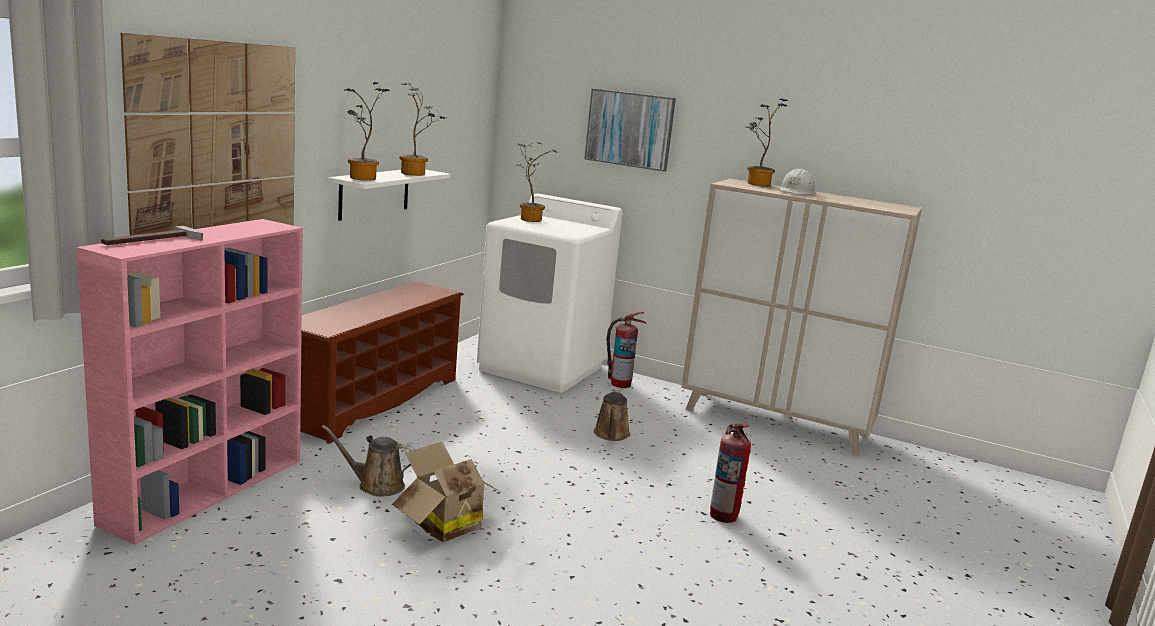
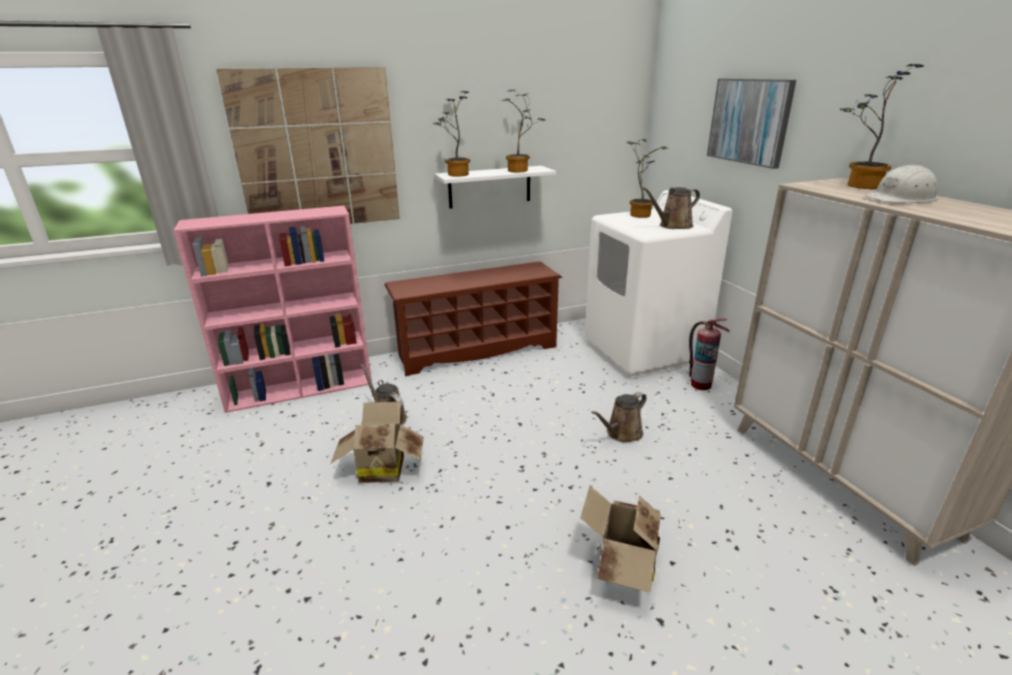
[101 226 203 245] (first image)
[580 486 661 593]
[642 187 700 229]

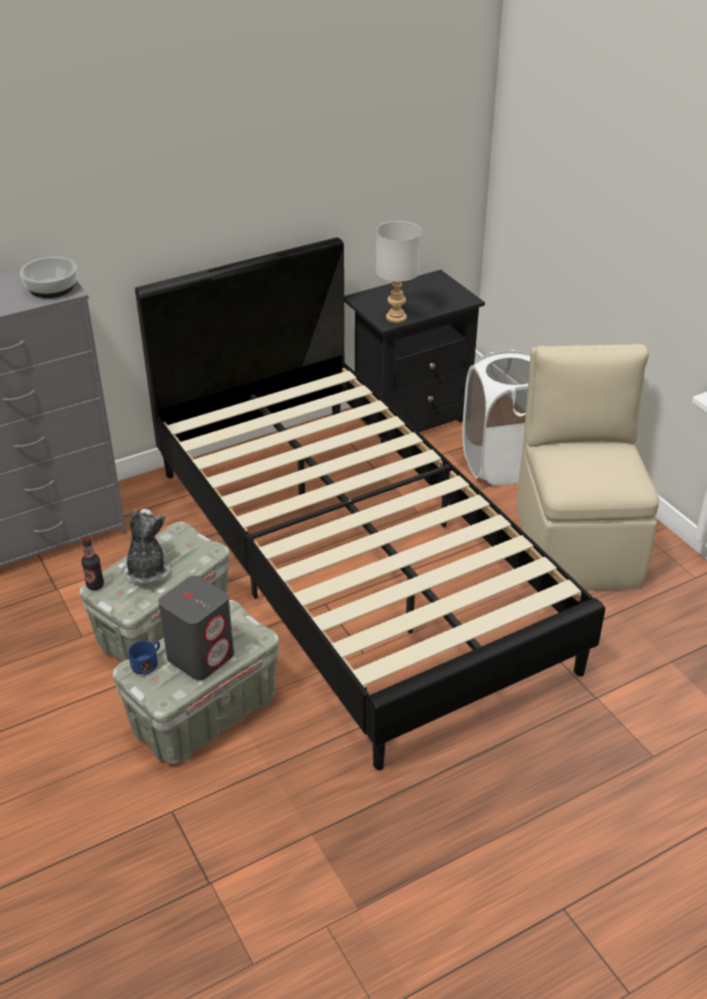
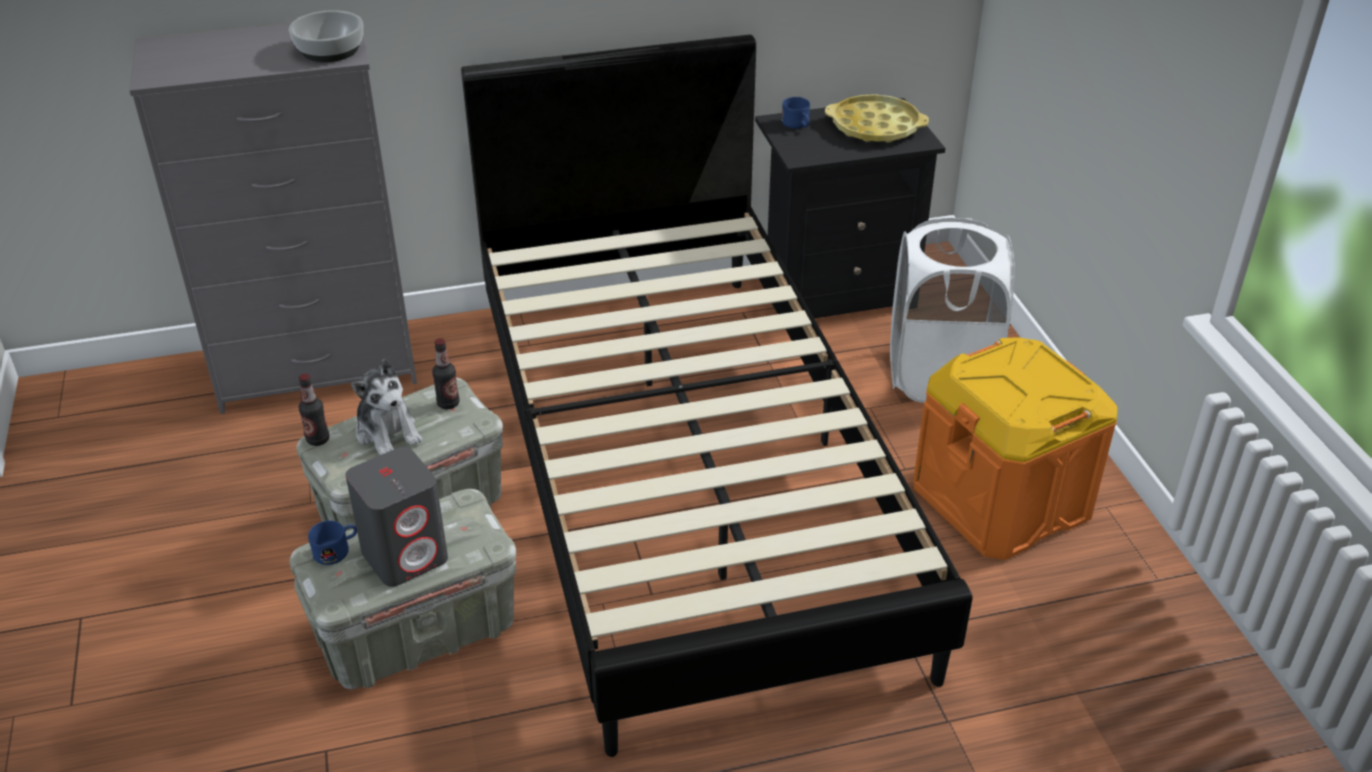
[351 359 422 455]
[376 221 421 323] (first image)
[913 337 1118 560]
[432 338 460 409]
[782 97 810 129]
[825 94 929 143]

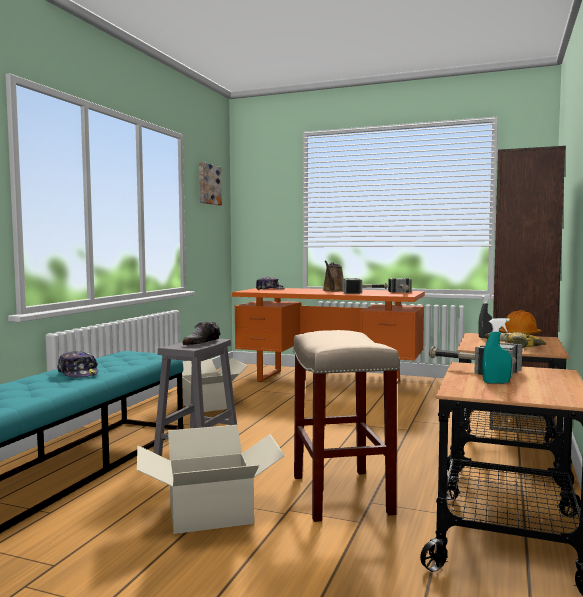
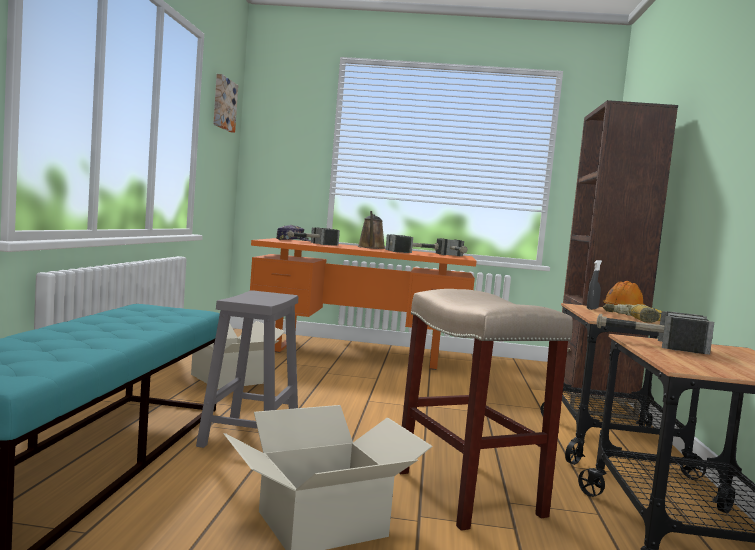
[57 351 98 377] (first image)
[183 322 220 345] (first image)
[482 318 512 384] (first image)
[287 227 340 246]

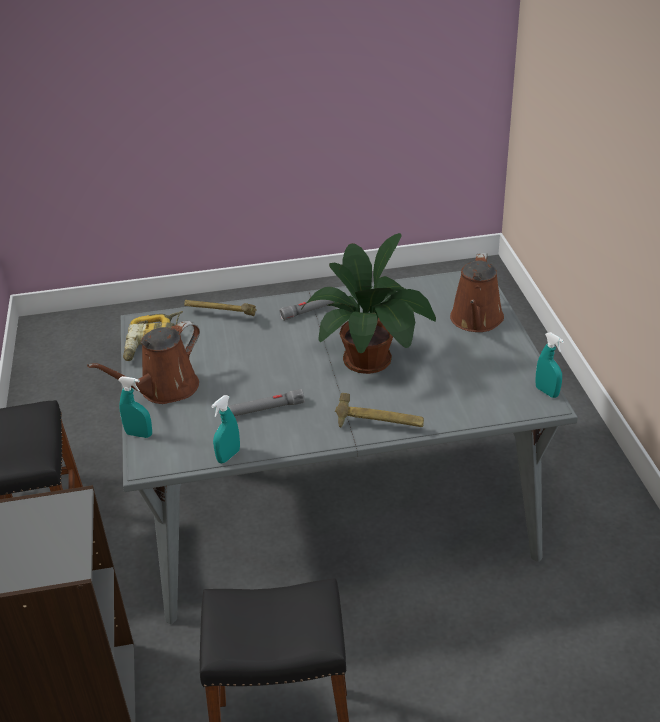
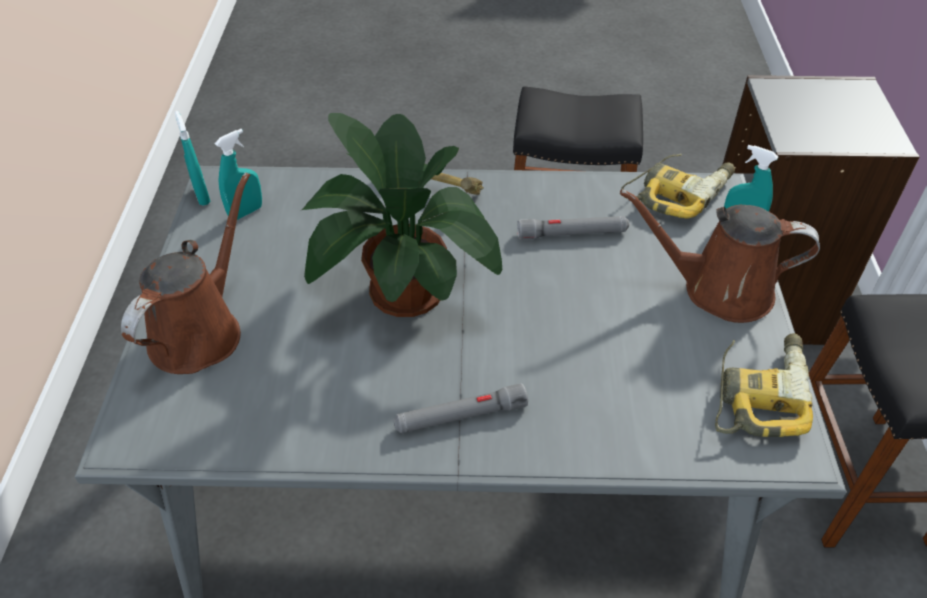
[620 189 820 323]
[184 300 257 316] (first image)
[215 129 262 220]
[621 154 735 219]

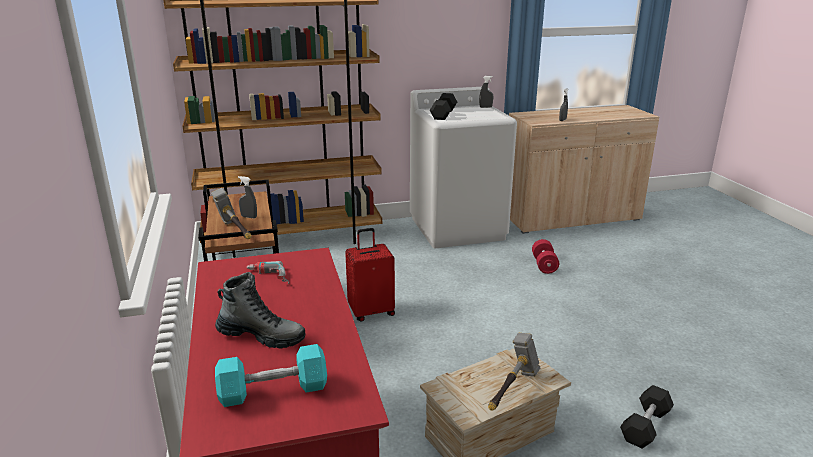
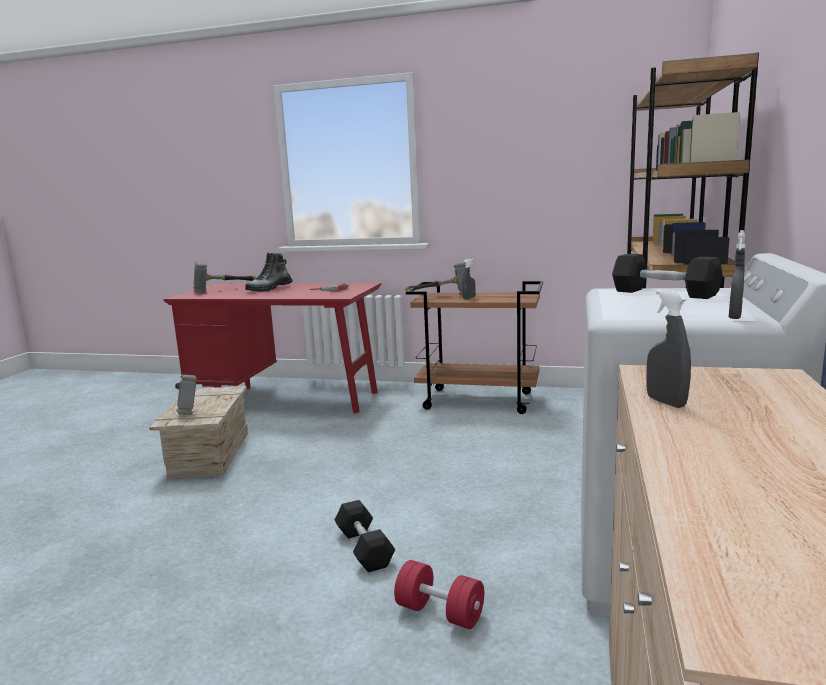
[194 261 256 292]
[345 228 395 322] (first image)
[335 500 395 572]

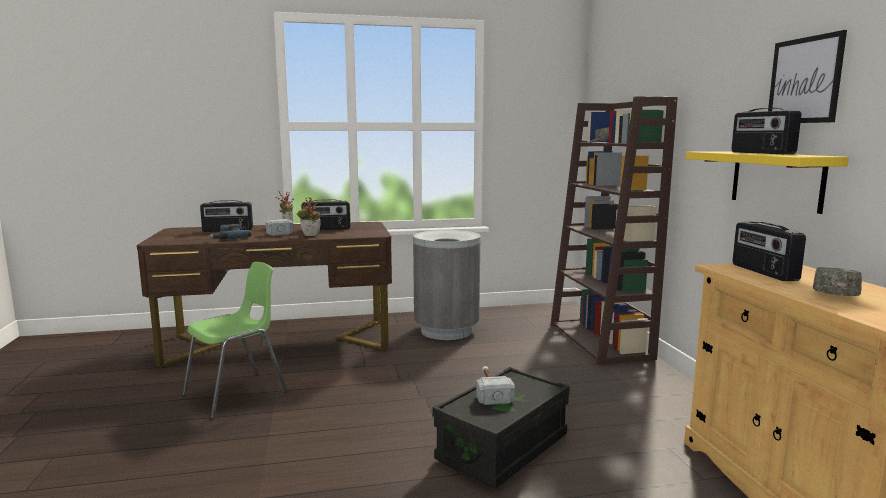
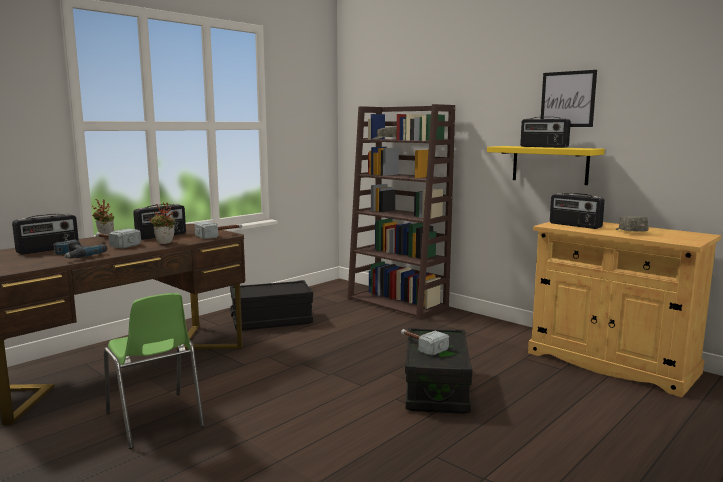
[104 293 205 449]
[230 280 313 331]
[195 221 242 239]

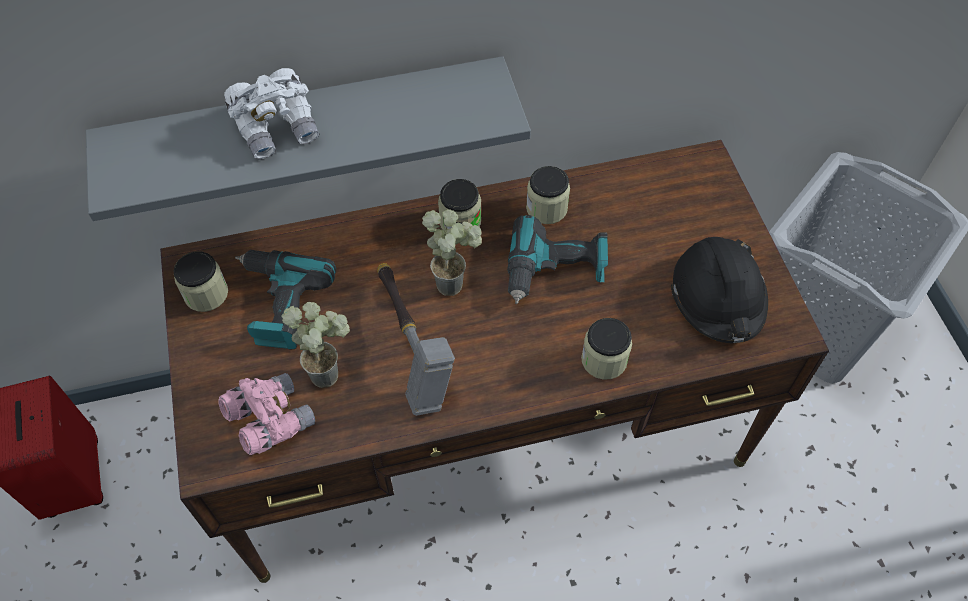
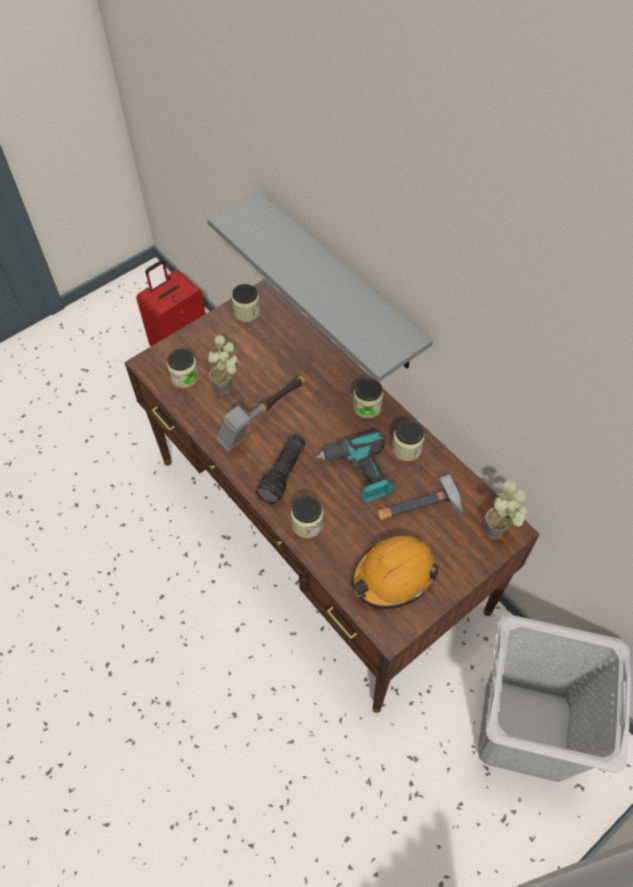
[167 348 199 388]
[224 68 319 159] (first image)
[235 250 336 349] (first image)
[485 480 527 539]
[351 536 438 609]
[255 435 305 505]
[377 475 462 520]

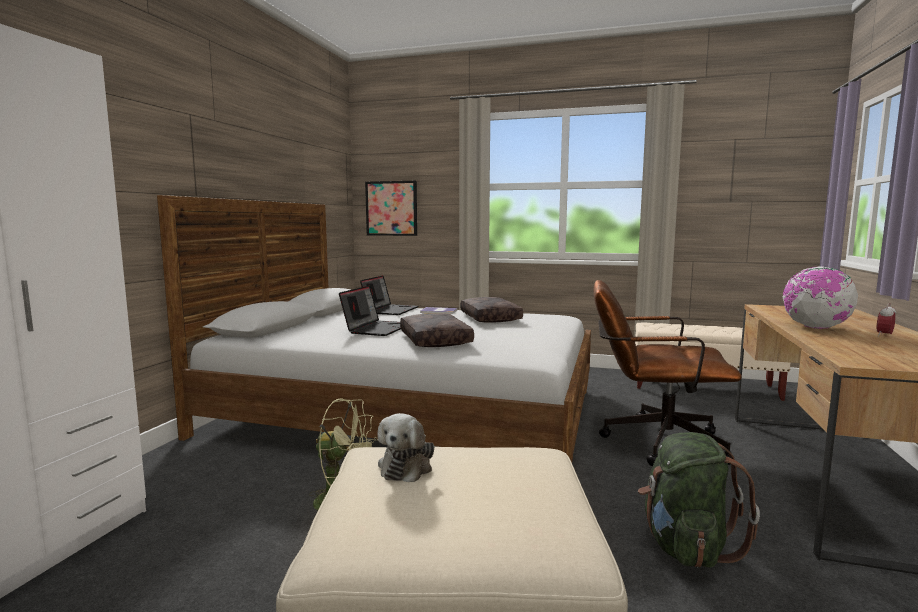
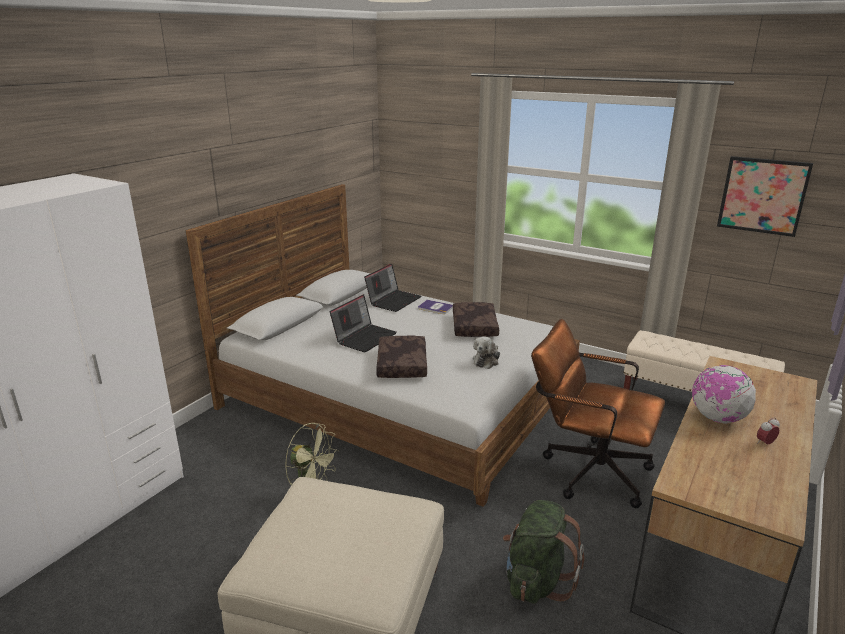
[717 156 813 237]
[473 336 500 369]

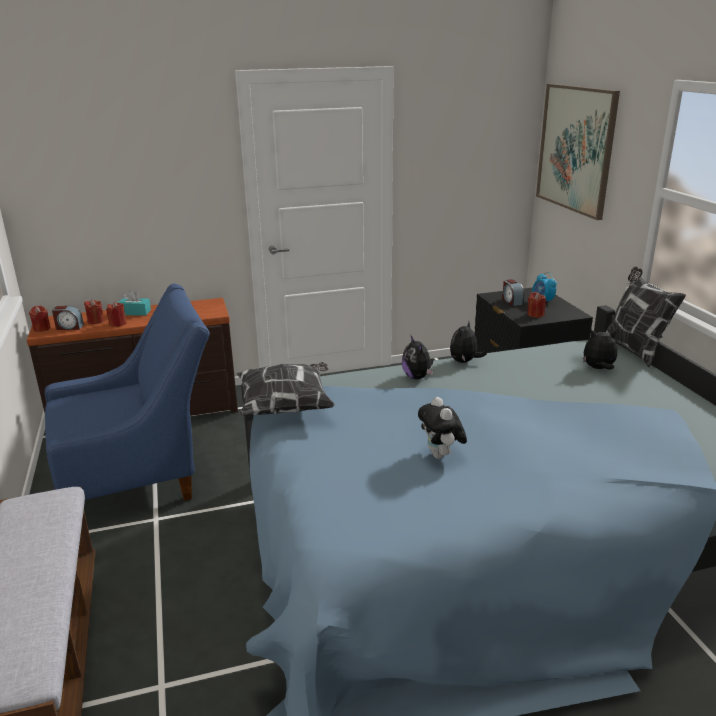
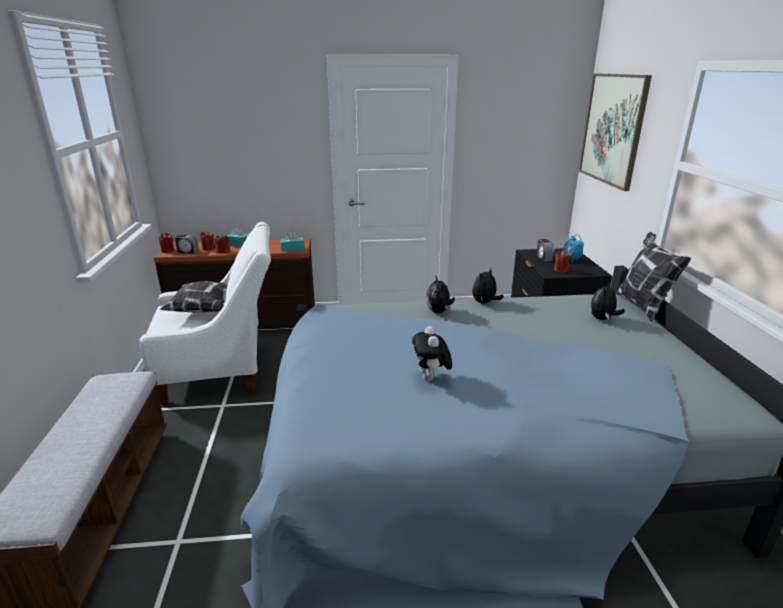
[139 222 271 405]
[160 281 227 312]
[590 281 625 320]
[281 231 305 252]

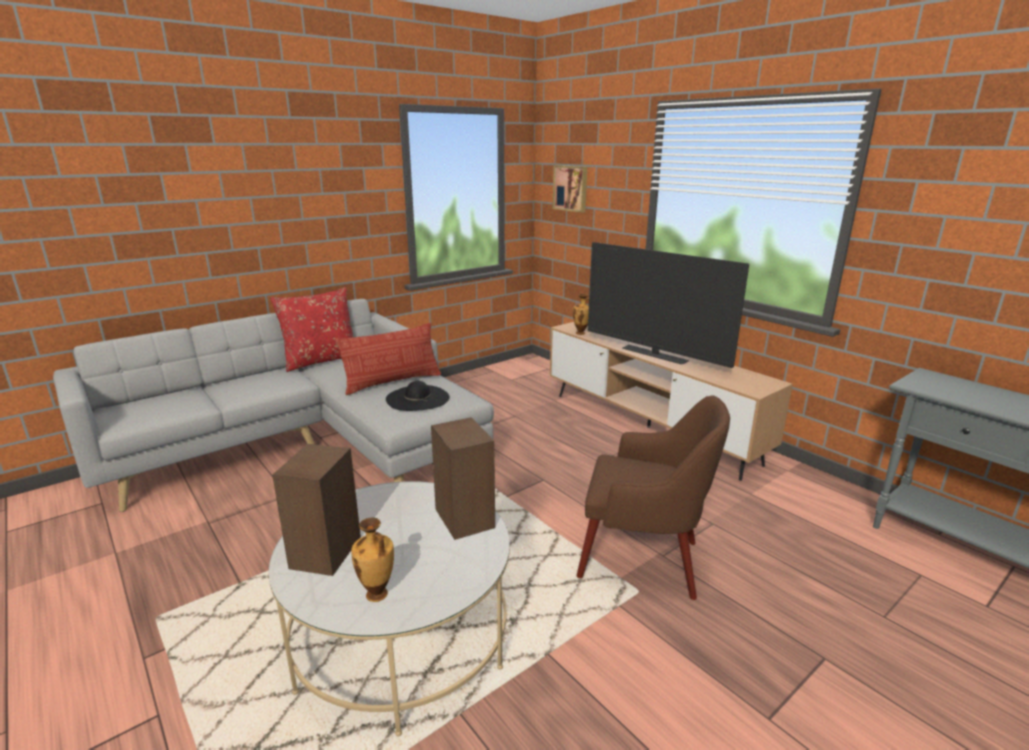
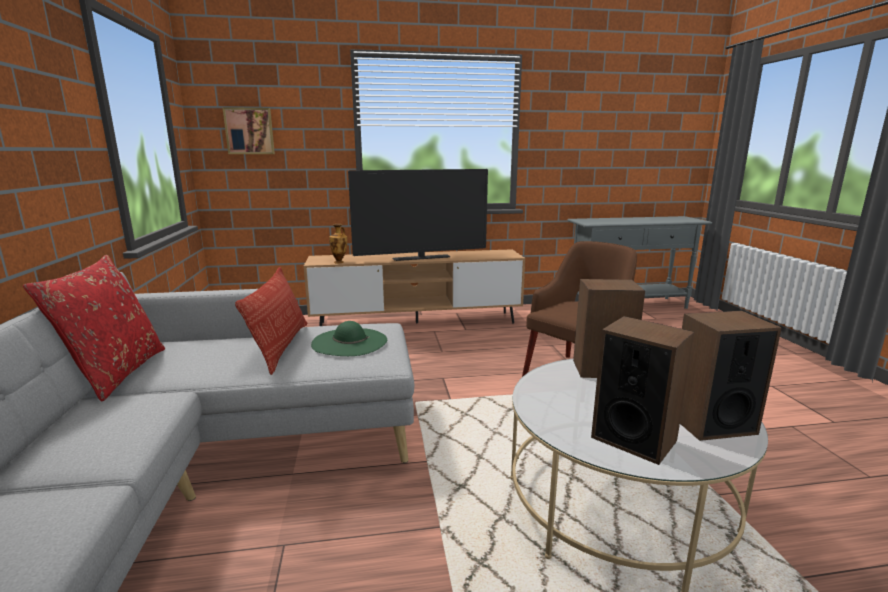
[680 311 782 441]
[311 321 387 356]

